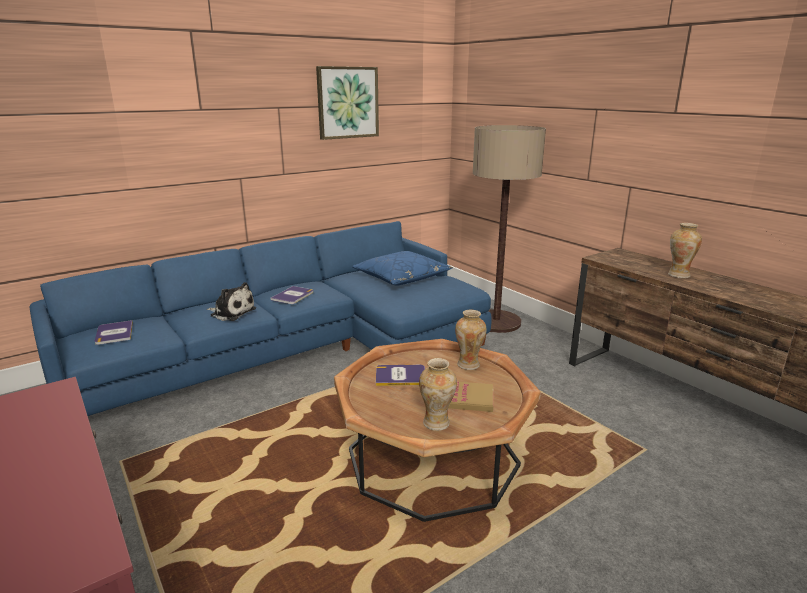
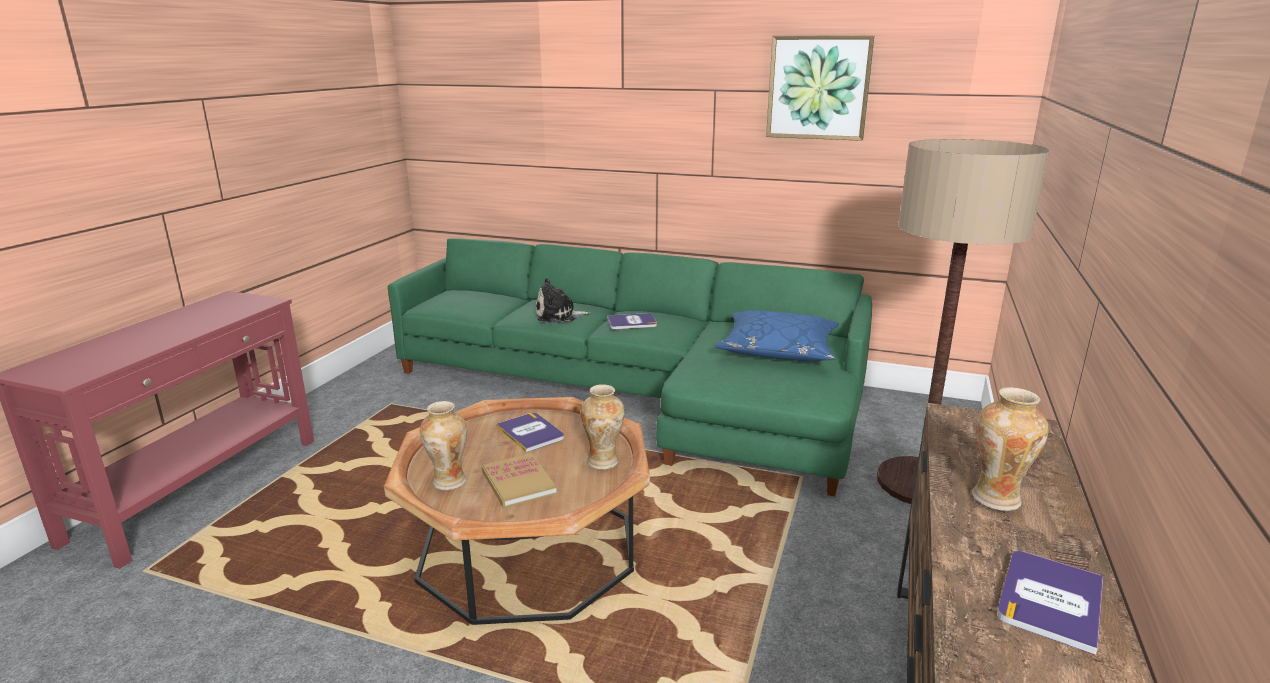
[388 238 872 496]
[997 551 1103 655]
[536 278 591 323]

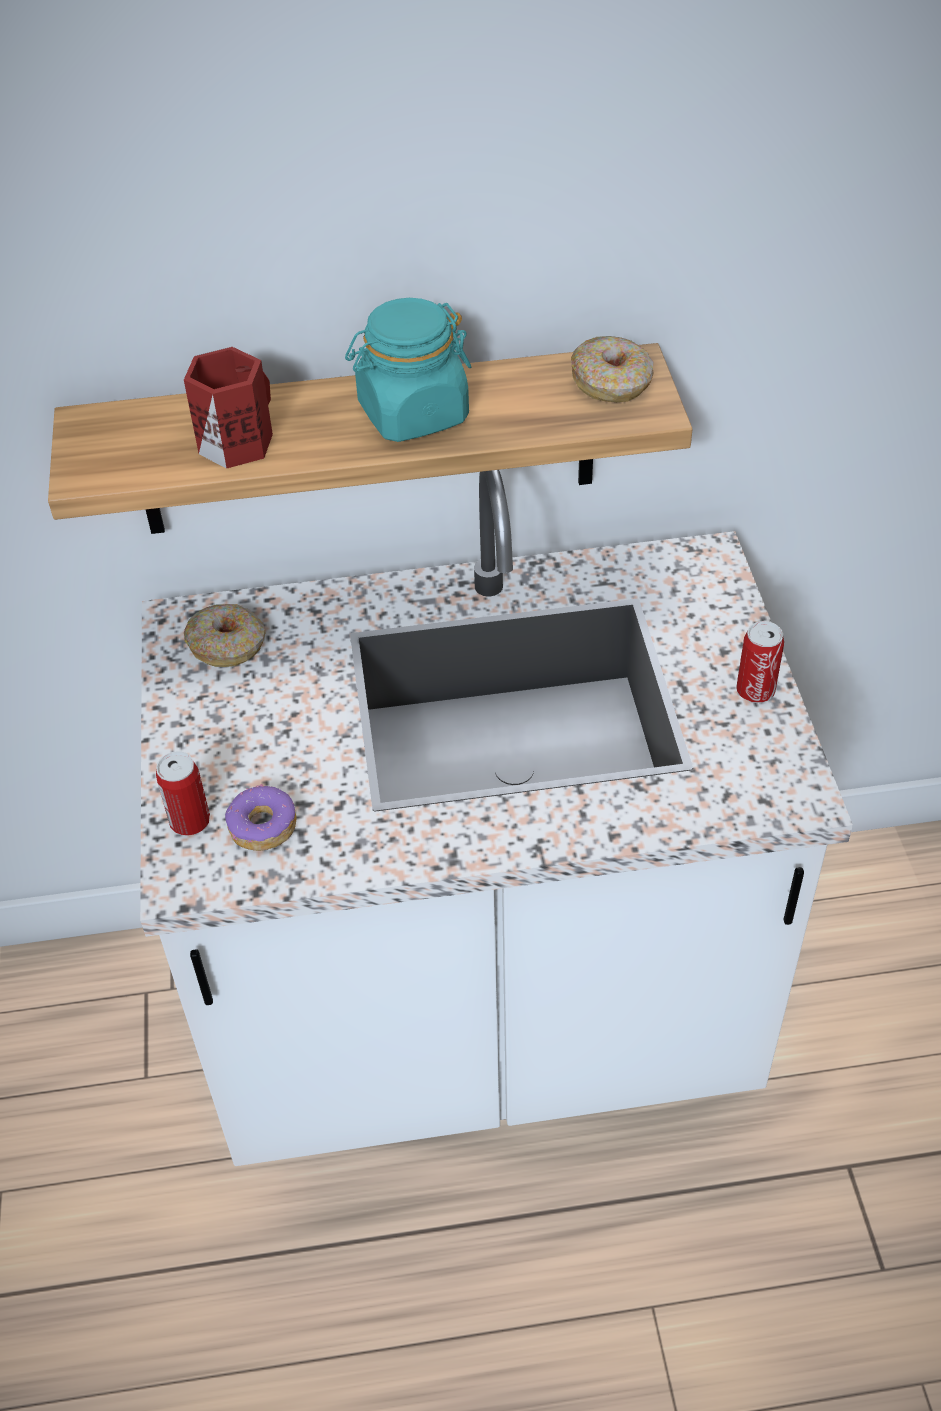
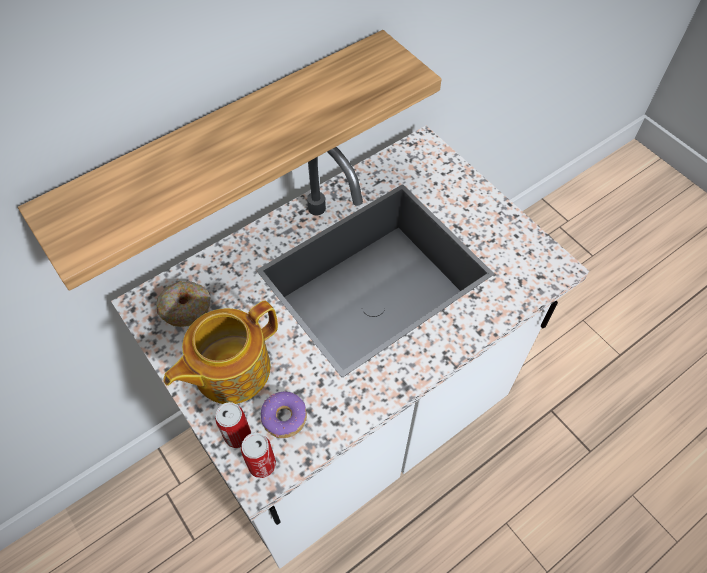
[184 347 273 469] (first image)
[345 298 471 442] (first image)
[571 336 654 402] (first image)
[241 433 276 478]
[163 300 278 404]

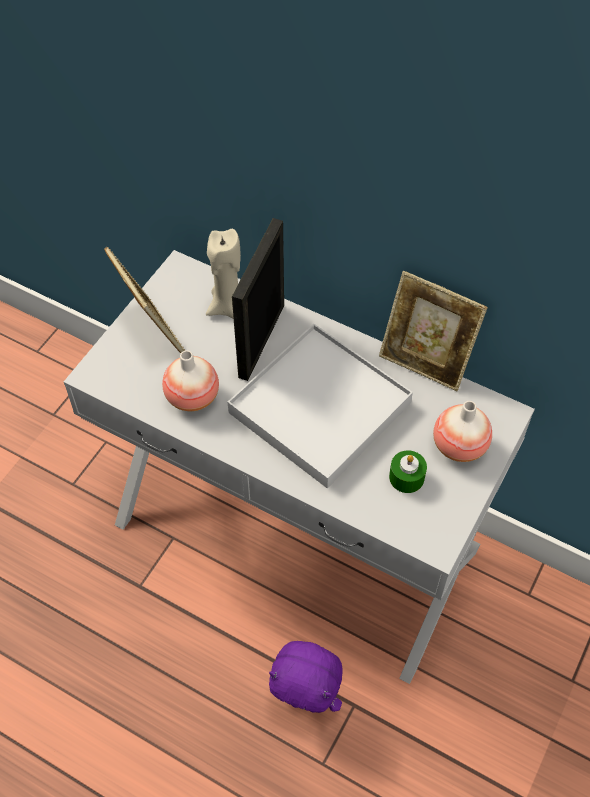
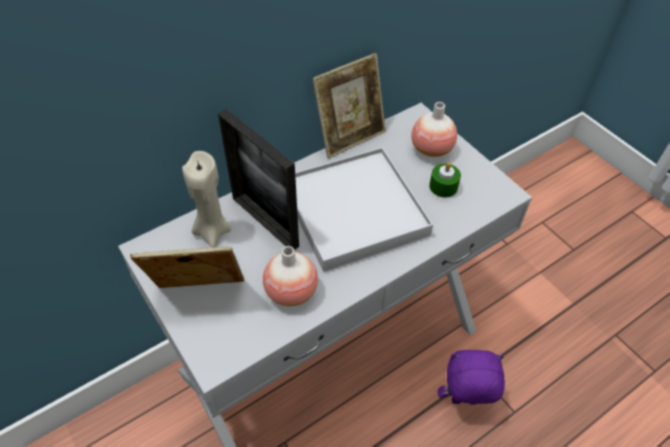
[438 350 505 404]

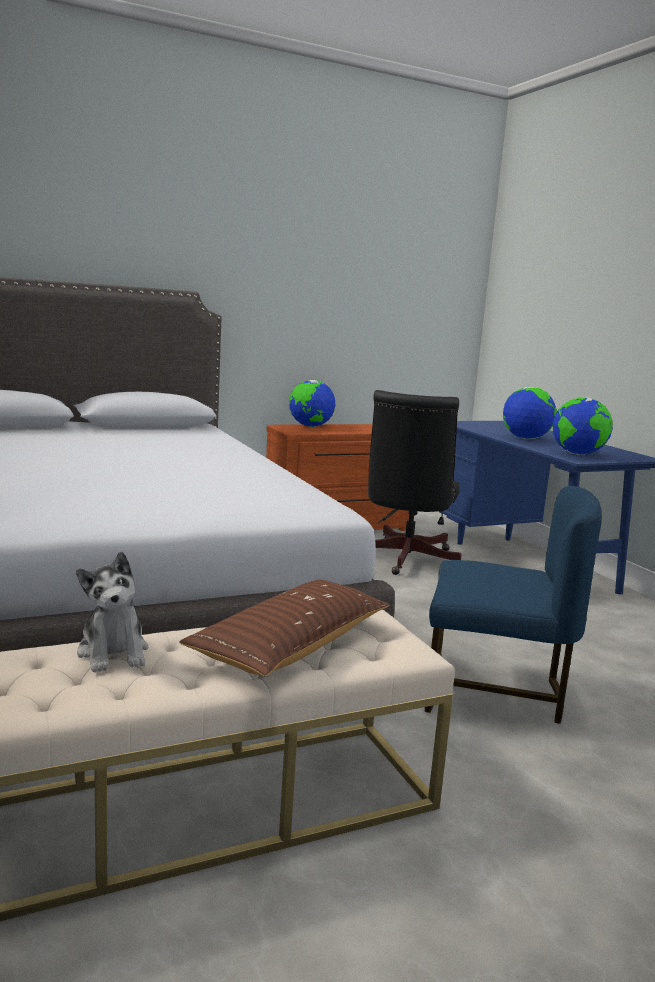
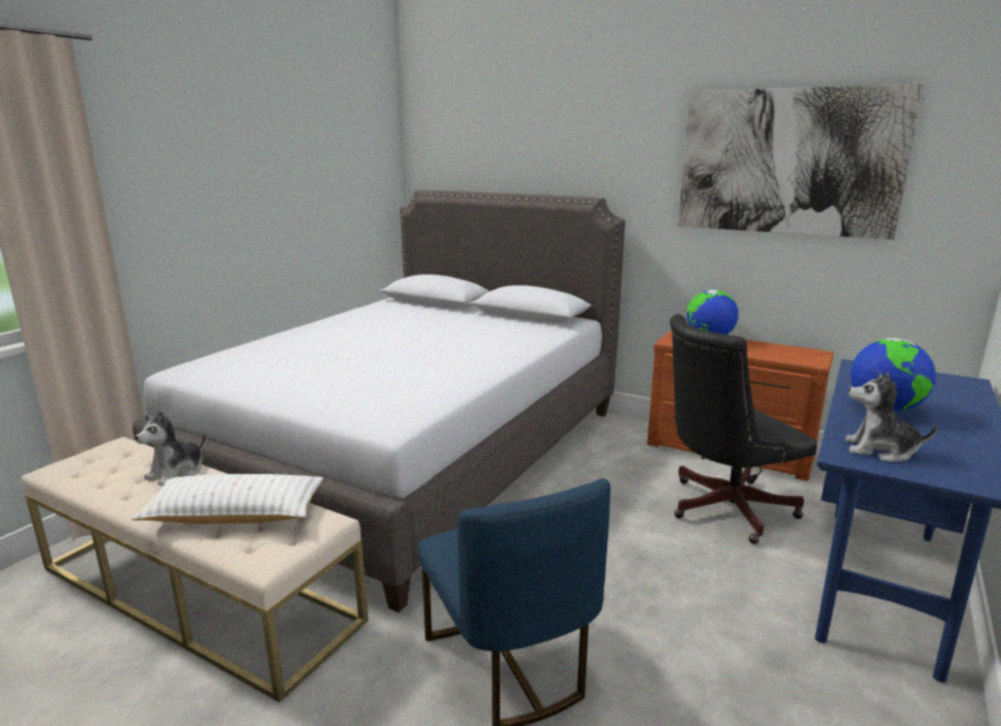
[131 474 324 524]
[845 372 938 462]
[678 84 924 240]

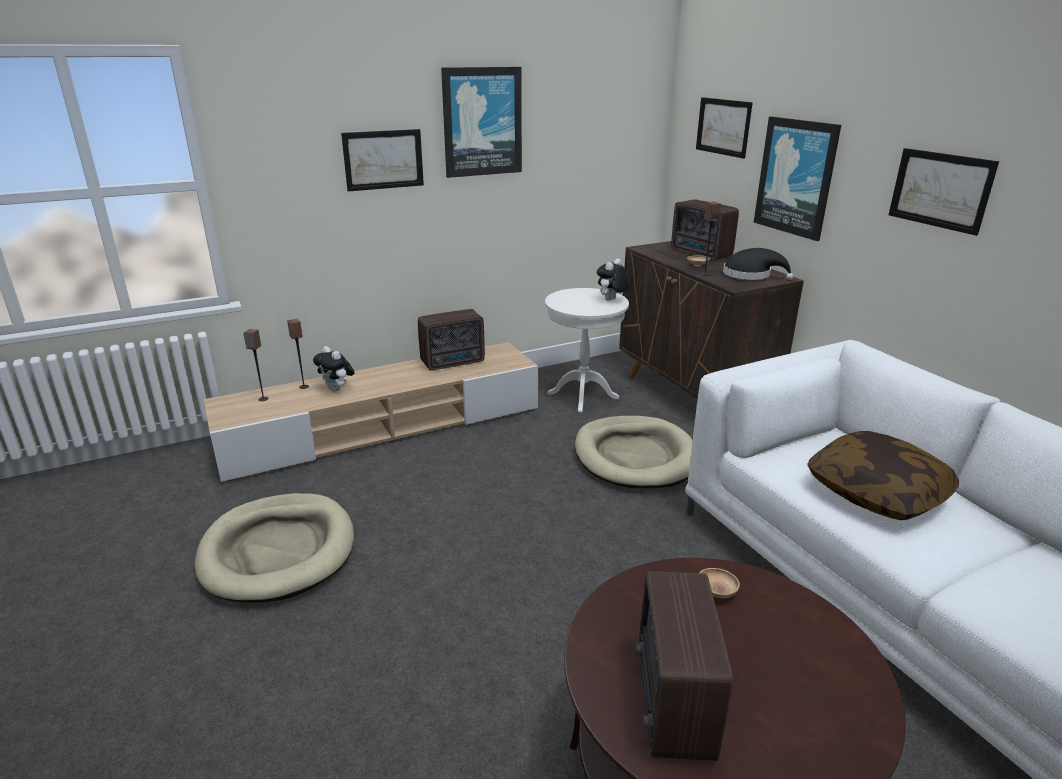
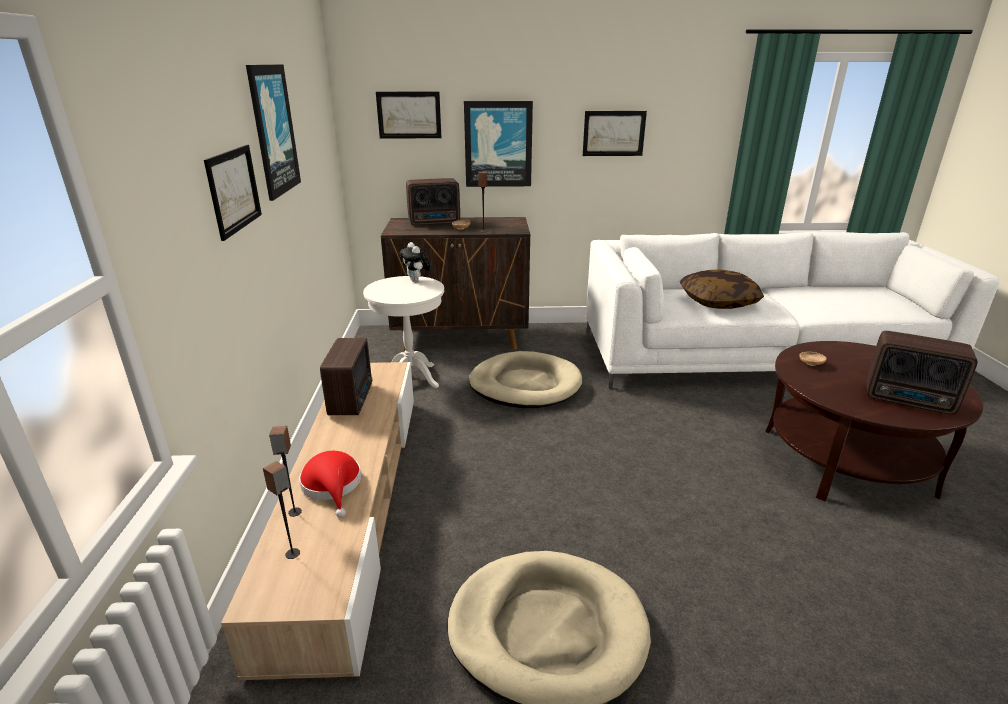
[299 451 361 518]
[723 248 794 280] (first image)

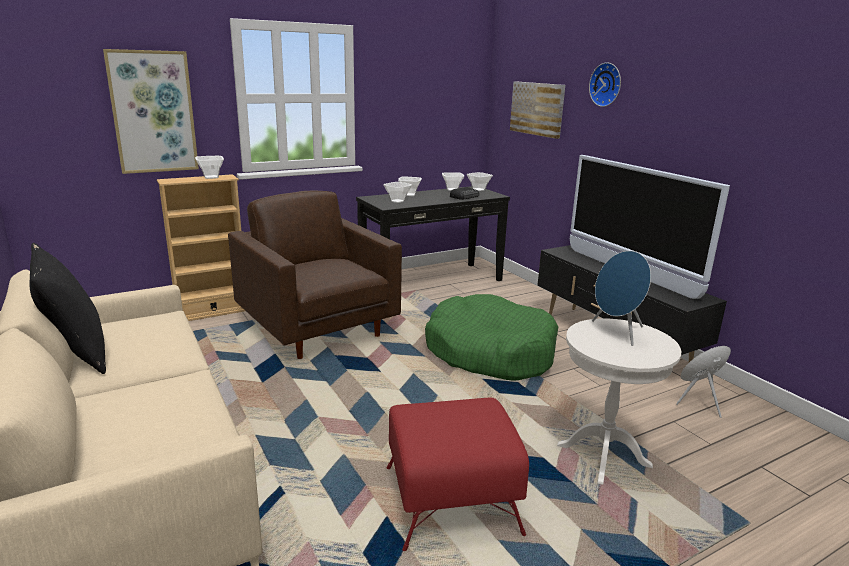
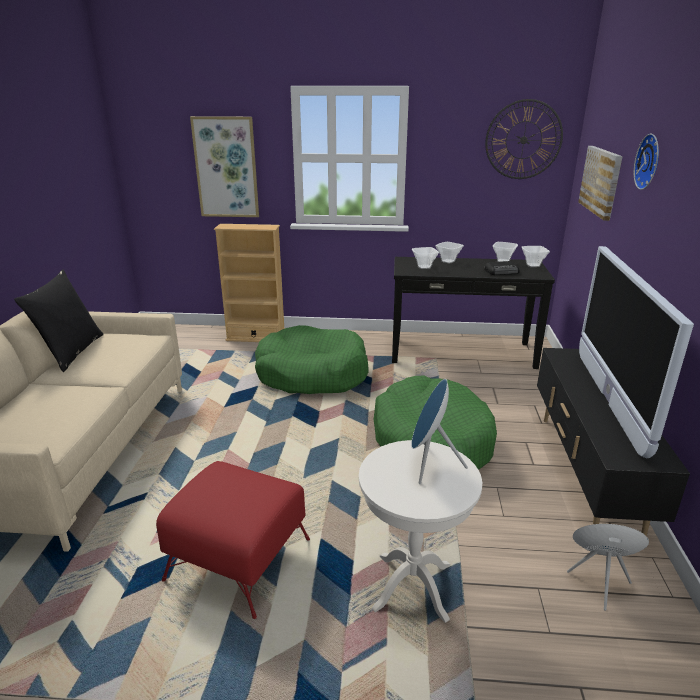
[195 156 224 179] (first image)
[255 325 369 394]
[485 99 563 179]

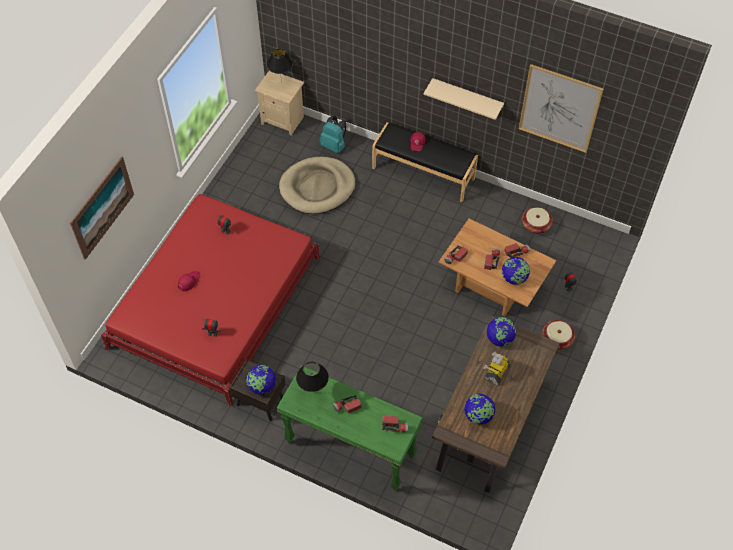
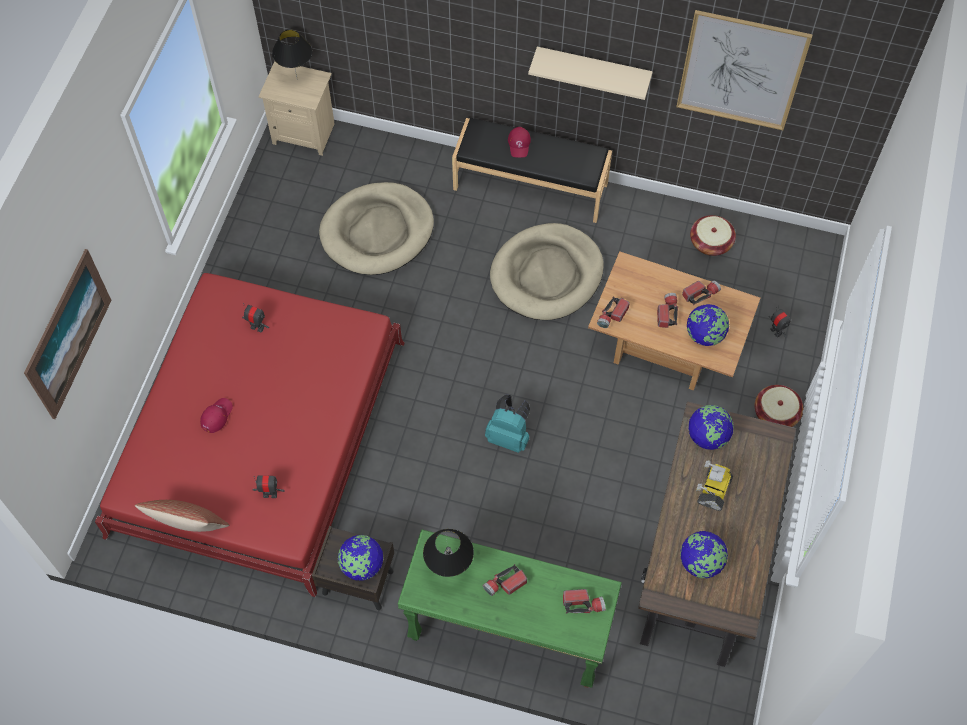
[485 395 530 453]
[135 500 229 532]
[490 223 604 320]

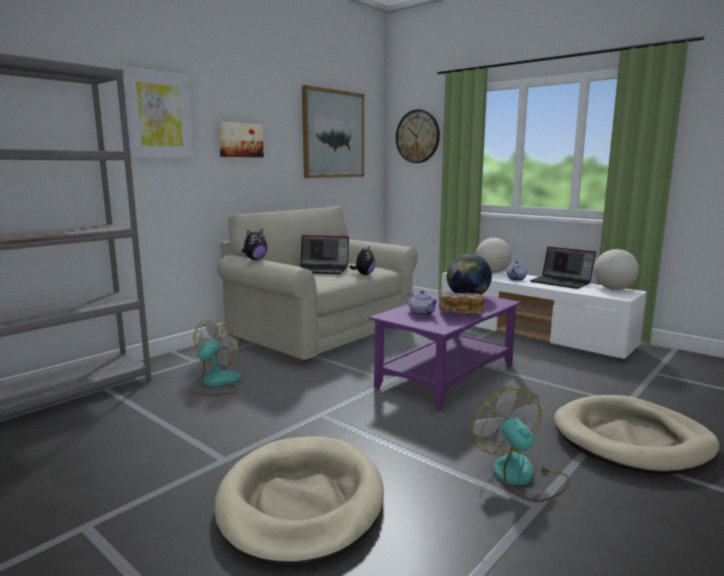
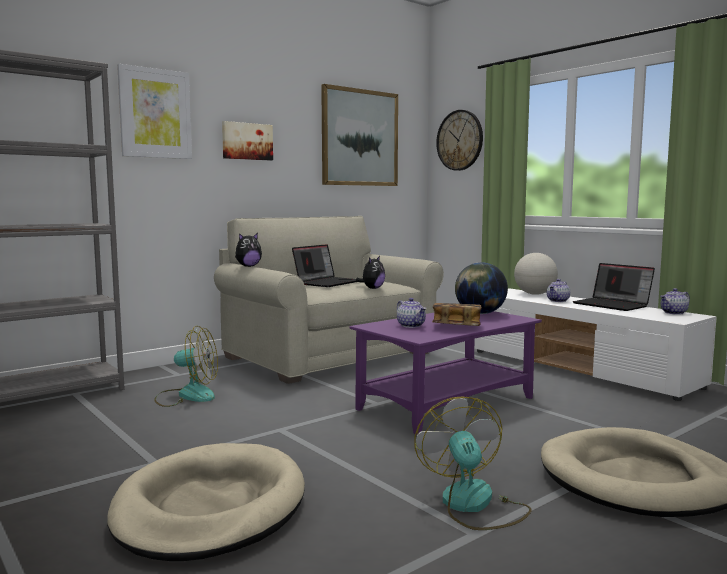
[154 326 218 407]
[292 244 358 287]
[660 288 690 315]

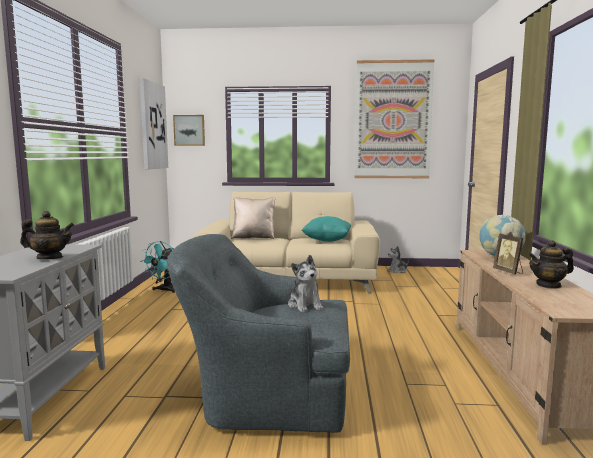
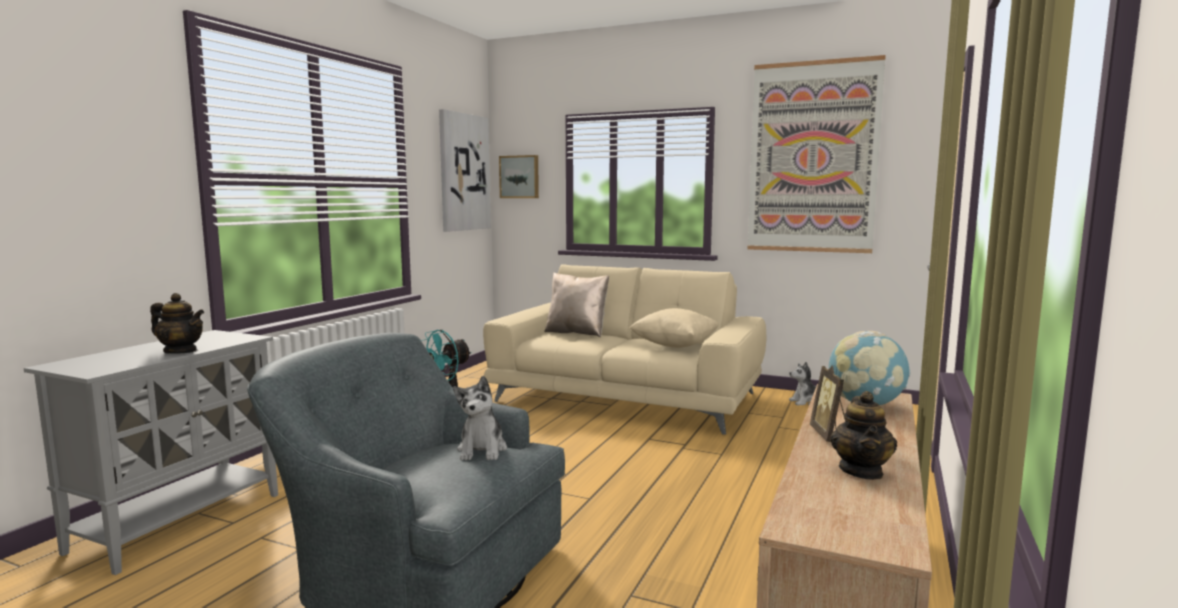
[629 308 719 348]
[830 391 897 480]

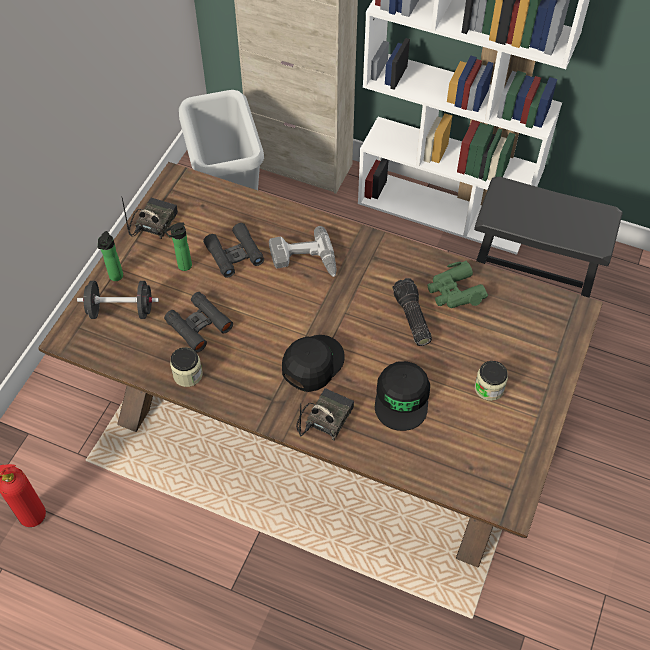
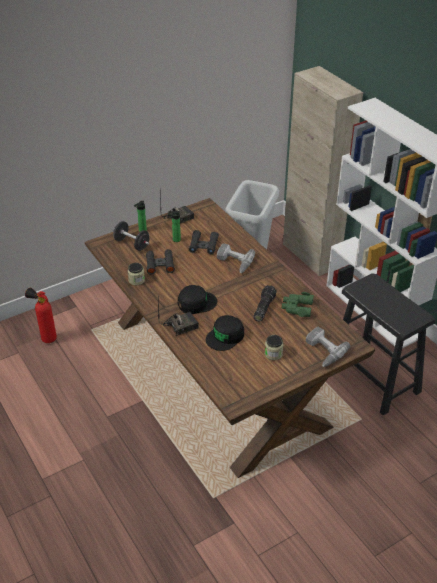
[306 327 350 367]

